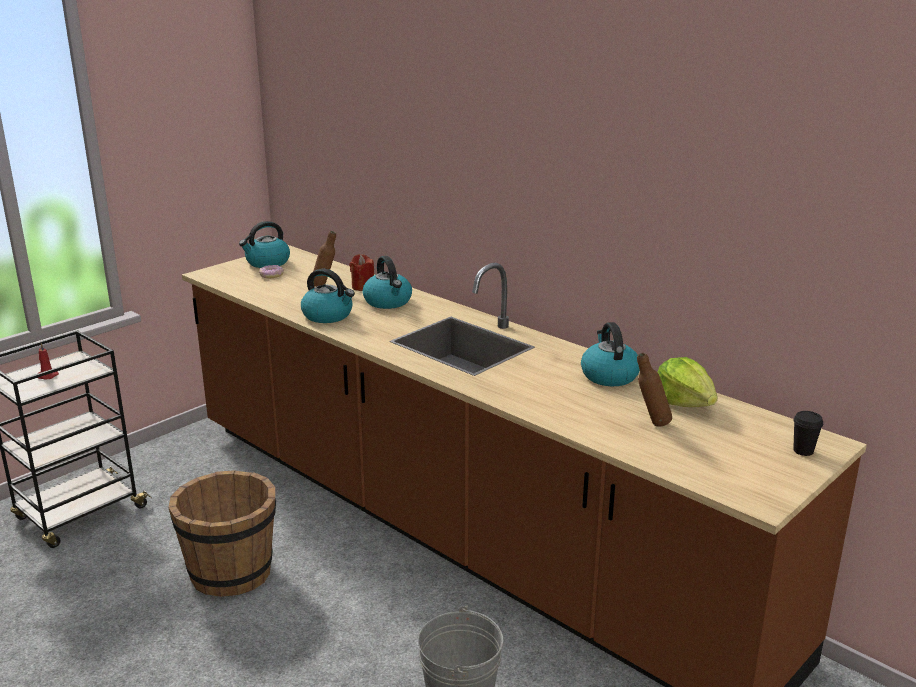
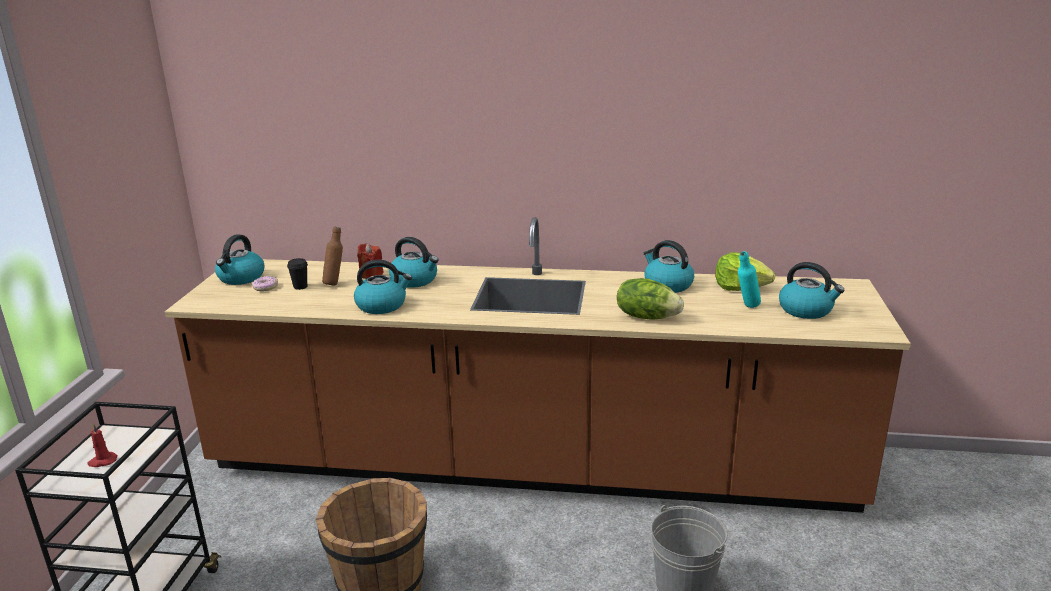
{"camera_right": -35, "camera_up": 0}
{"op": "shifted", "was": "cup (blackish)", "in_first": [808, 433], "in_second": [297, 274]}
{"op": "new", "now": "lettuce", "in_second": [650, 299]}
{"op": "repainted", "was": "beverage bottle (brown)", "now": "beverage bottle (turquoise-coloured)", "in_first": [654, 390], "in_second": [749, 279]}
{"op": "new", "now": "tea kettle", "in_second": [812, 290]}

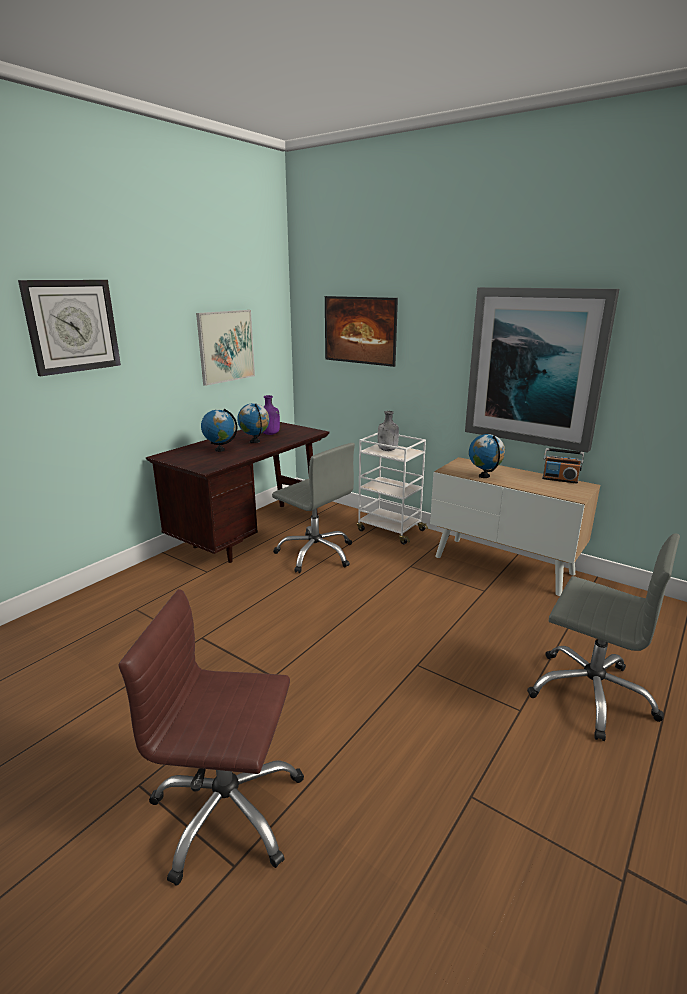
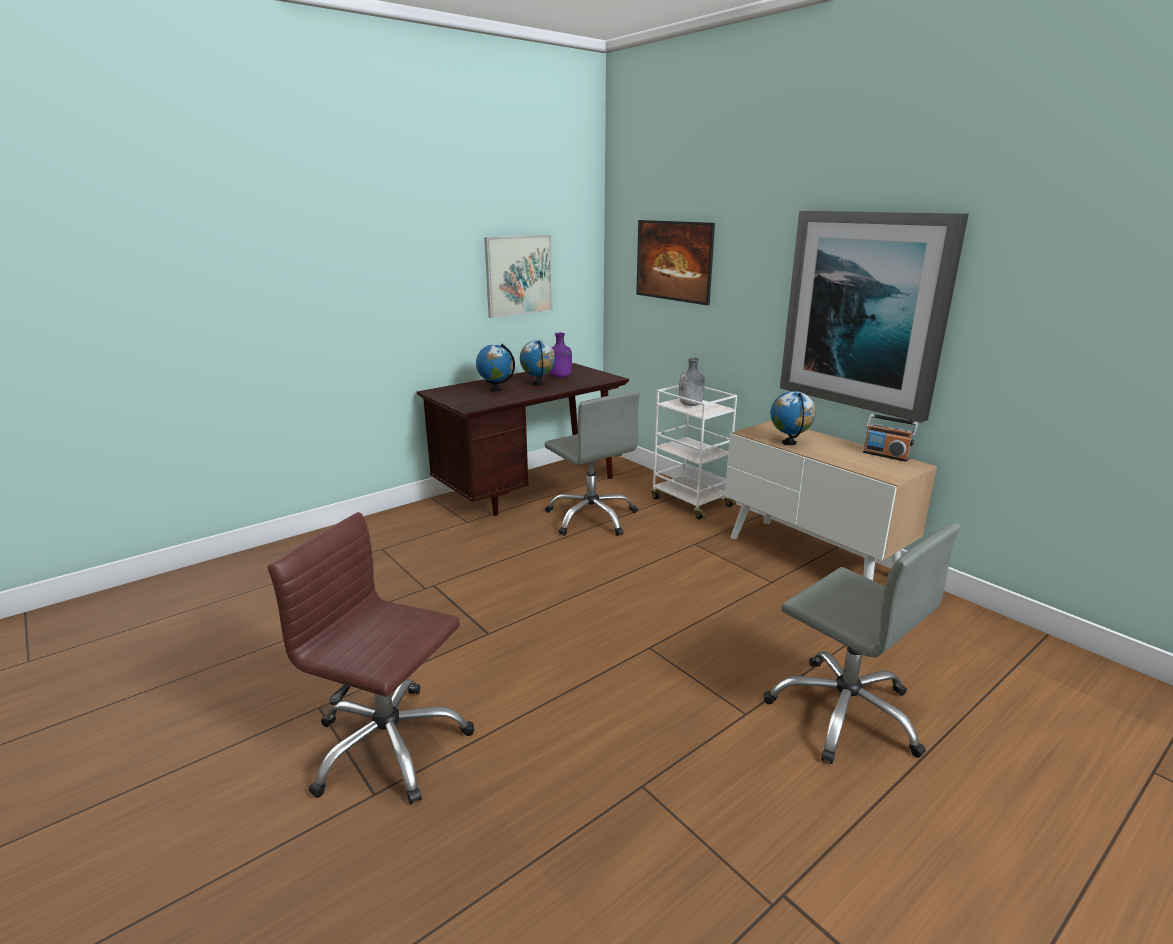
{"camera_right": 15, "camera_up": 0}
{"op": "gone", "was": "wall clock", "in_first": [69, 328]}

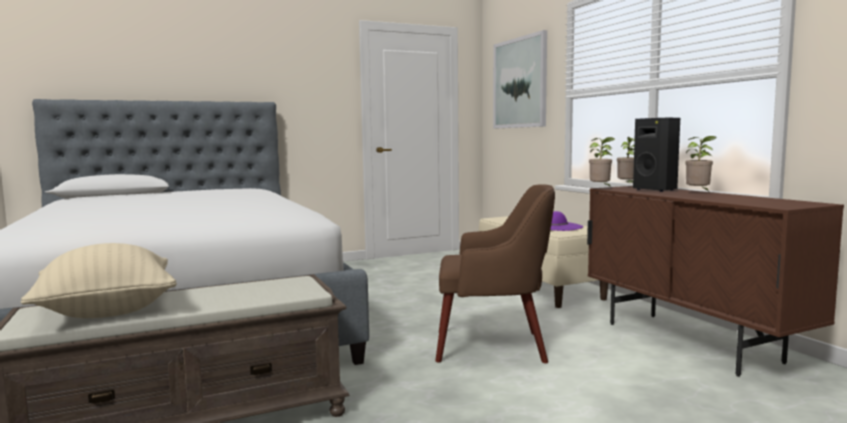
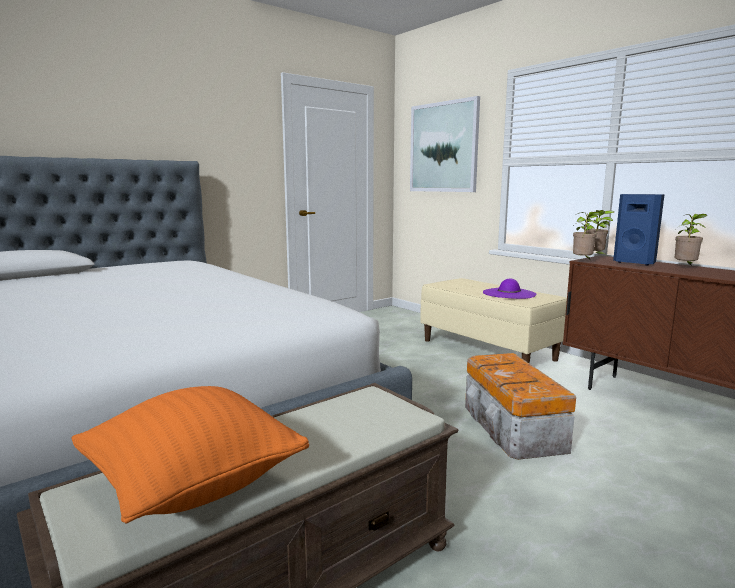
{"camera_right": -15, "camera_up": 5}
{"op": "repainted", "was": "throw pillow (beige)", "now": "throw pillow (orangey)", "in_first": [99, 280], "in_second": [190, 454]}
{"op": "swapped", "was": "easy chair (brown)", "now": "storage container", "in_first": [495, 273], "in_second": [520, 406]}
{"op": "repainted", "was": "audio speaker (blackish)", "now": "audio speaker (bluish)", "in_first": [656, 155], "in_second": [639, 230]}

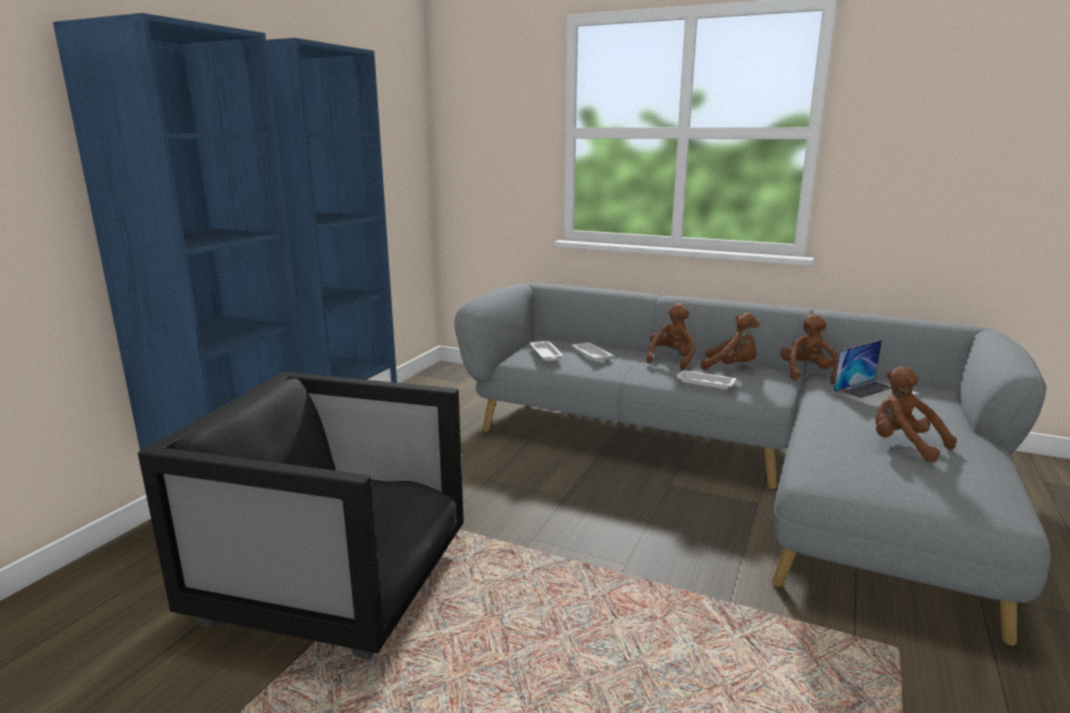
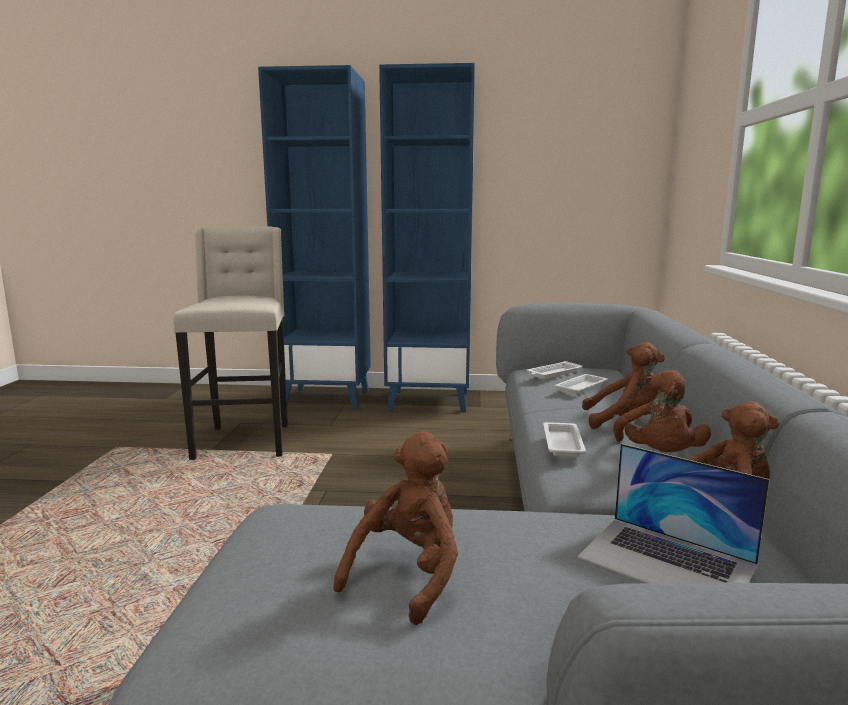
{"camera_right": 70, "camera_up": -5}
{"op": "swapped", "was": "easy chair (blackish)", "now": "sitting stool (beige)", "in_first": [301, 515], "in_second": [230, 343]}

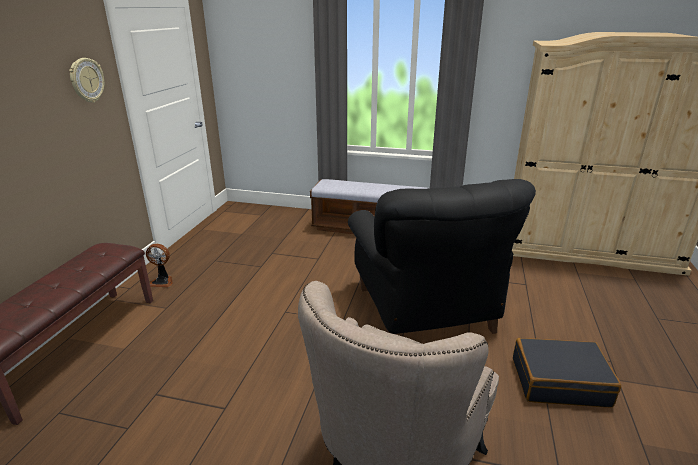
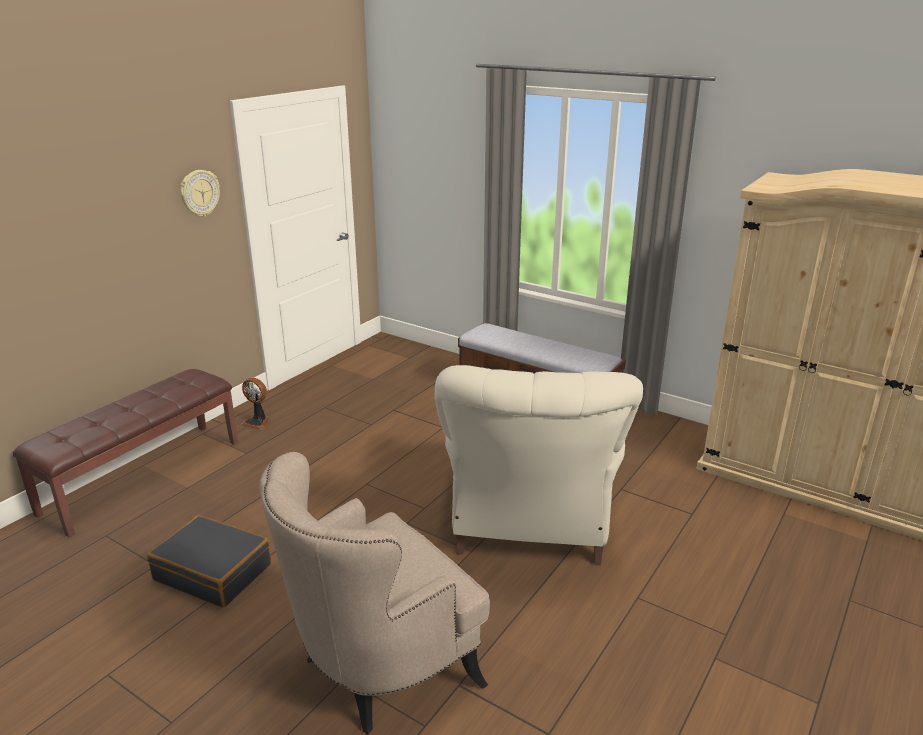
{"camera_right": 20, "camera_up": 0}
{"op": "shifted", "was": "suitcase (blackish)", "in_first": [567, 372], "in_second": [209, 561]}
{"op": "repainted", "was": "easy chair (blackish)", "now": "easy chair (beige)", "in_first": [442, 257], "in_second": [539, 465]}

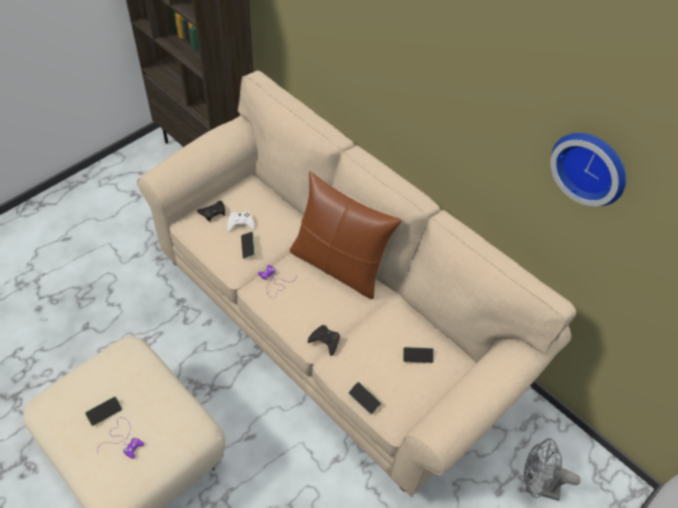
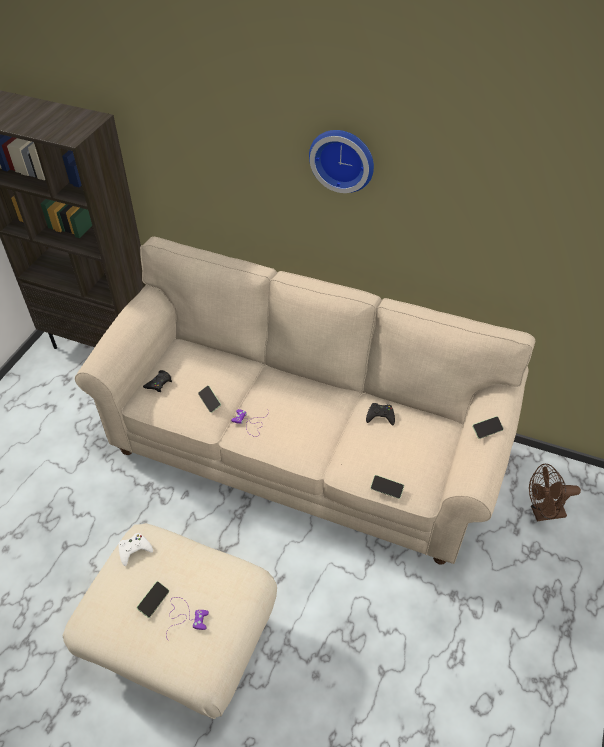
{"camera_right": -20, "camera_up": -5}
{"op": "shifted", "was": "joypad (whitish)", "in_first": [241, 221], "in_second": [136, 549]}
{"op": "shifted", "was": "wall clock", "in_first": [588, 169], "in_second": [341, 161]}
{"op": "shifted", "was": "joypad (blackish)", "in_first": [324, 340], "in_second": [380, 414]}
{"op": "shifted", "was": "handset", "in_first": [418, 355], "in_second": [488, 427]}
{"op": "repainted", "was": "cooling fan (gray)", "now": "cooling fan (brown)", "in_first": [552, 470], "in_second": [555, 492]}
{"op": "gone", "was": "throw pillow (brown)", "in_first": [346, 235]}

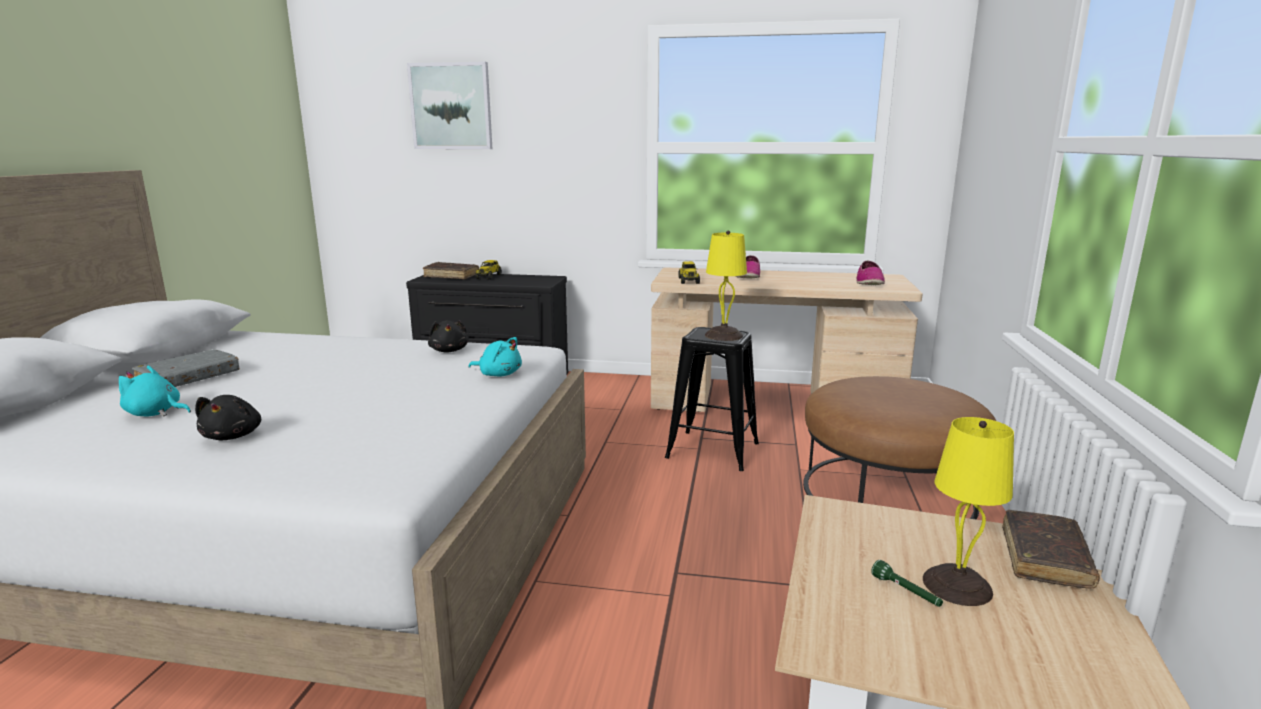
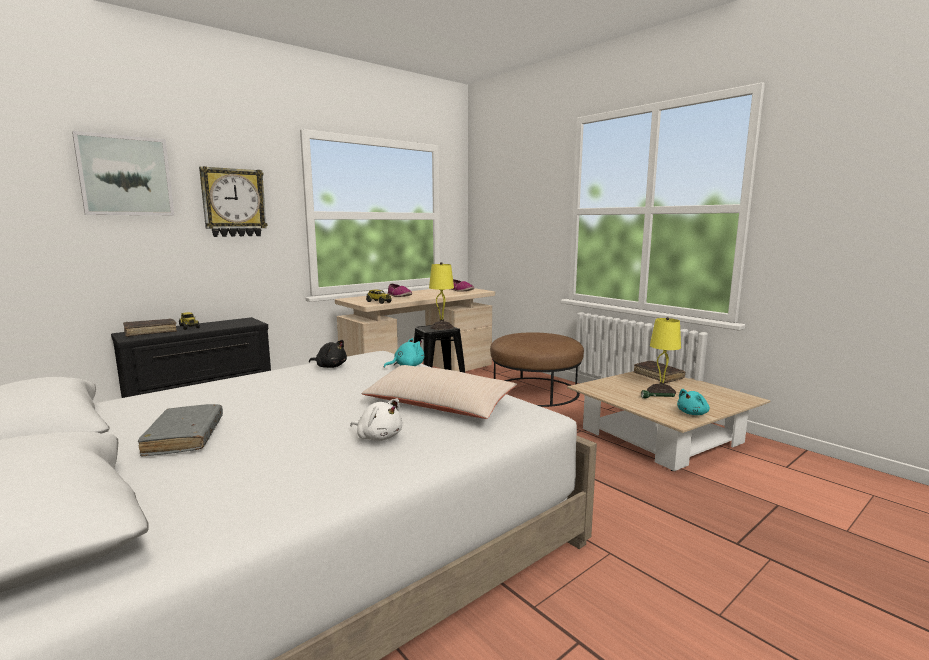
{"camera_right": -50, "camera_up": -5}
{"op": "new", "now": "wall clock", "in_second": [233, 201]}
{"op": "repainted", "was": "plush toy (blackish)", "now": "plush toy (whitish)", "in_first": [228, 417], "in_second": [376, 420]}
{"op": "new", "now": "throw pillow (beige)", "in_second": [439, 392]}
{"op": "shifted", "was": "plush toy (turquoise-coloured)", "in_first": [155, 391], "in_second": [693, 402]}

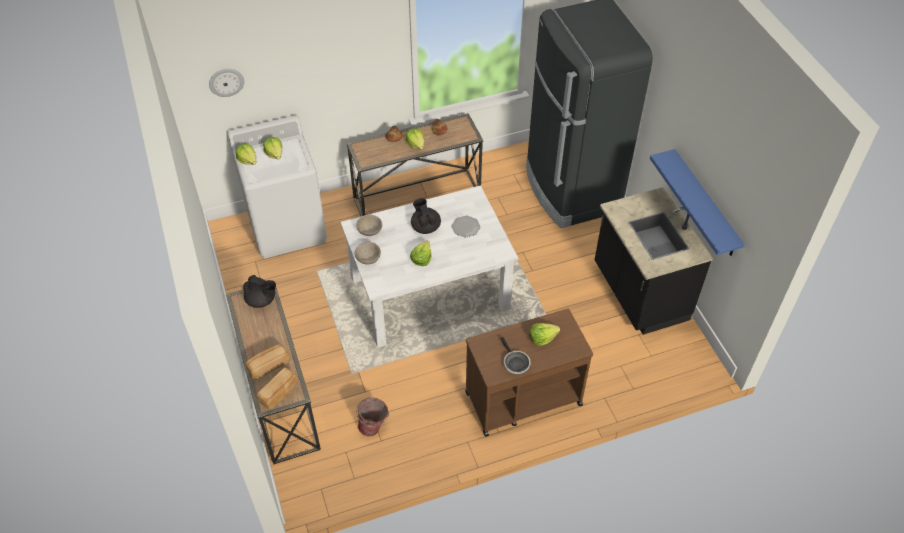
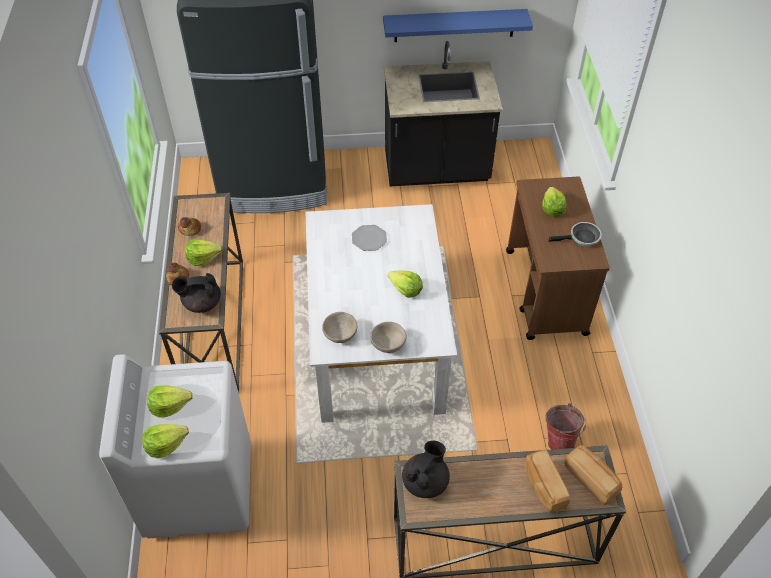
{"camera_right": -75, "camera_up": 0}
{"op": "shifted", "was": "pot for tea (blackish)", "in_first": [426, 216], "in_second": [196, 293]}
{"op": "gone", "was": "wall clock", "in_first": [226, 83]}

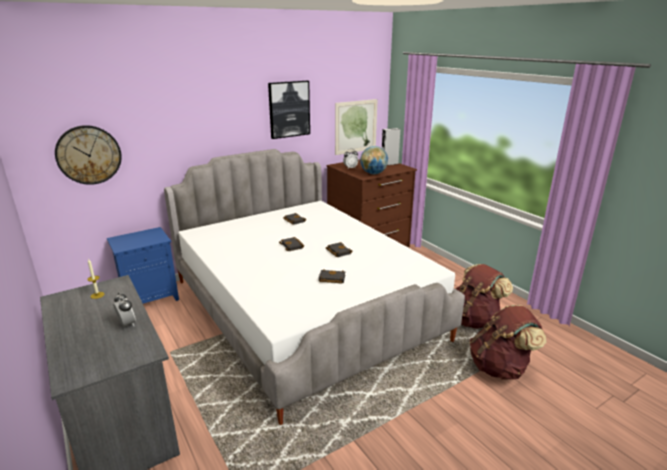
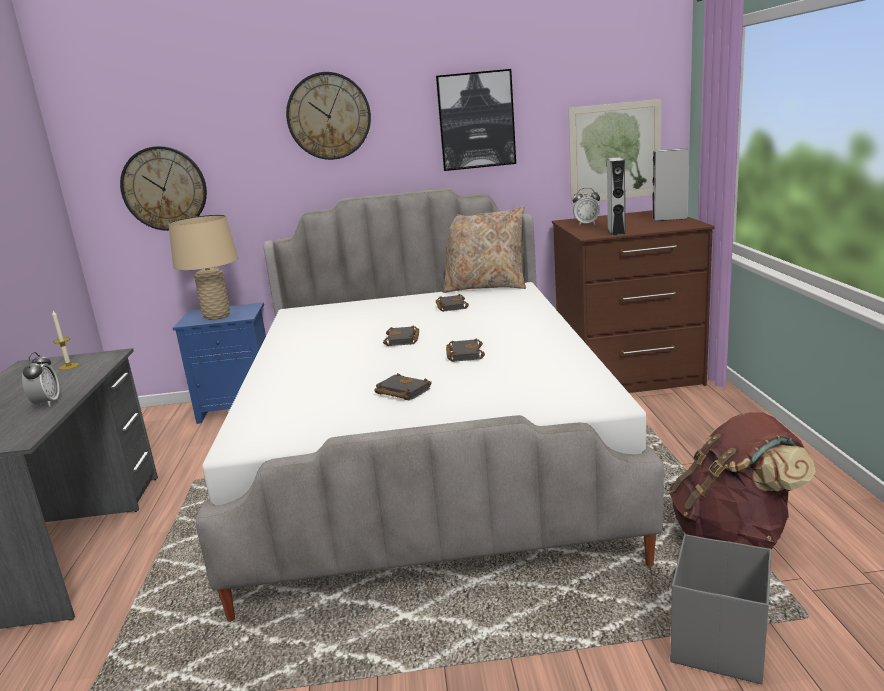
{"camera_right": 30, "camera_up": -5}
{"op": "new", "now": "table lamp (beige)", "in_second": [203, 267]}
{"op": "new", "now": "wall clock", "in_second": [328, 116]}
{"op": "new", "now": "throw pillow (beige)", "in_second": [484, 250]}
{"op": "swapped", "was": "globe", "now": "audio speaker (gray)", "in_first": [374, 160], "in_second": [616, 196]}
{"op": "swapped", "was": "backpack (brown)", "now": "storage container (gray)", "in_first": [508, 342], "in_second": [720, 609]}

